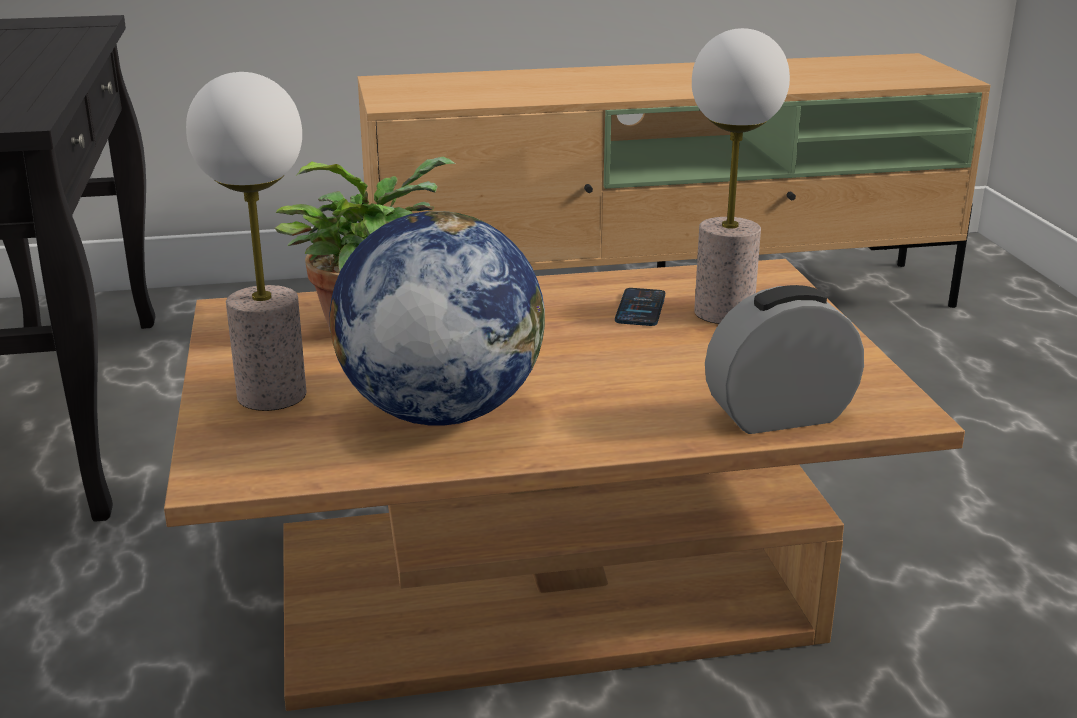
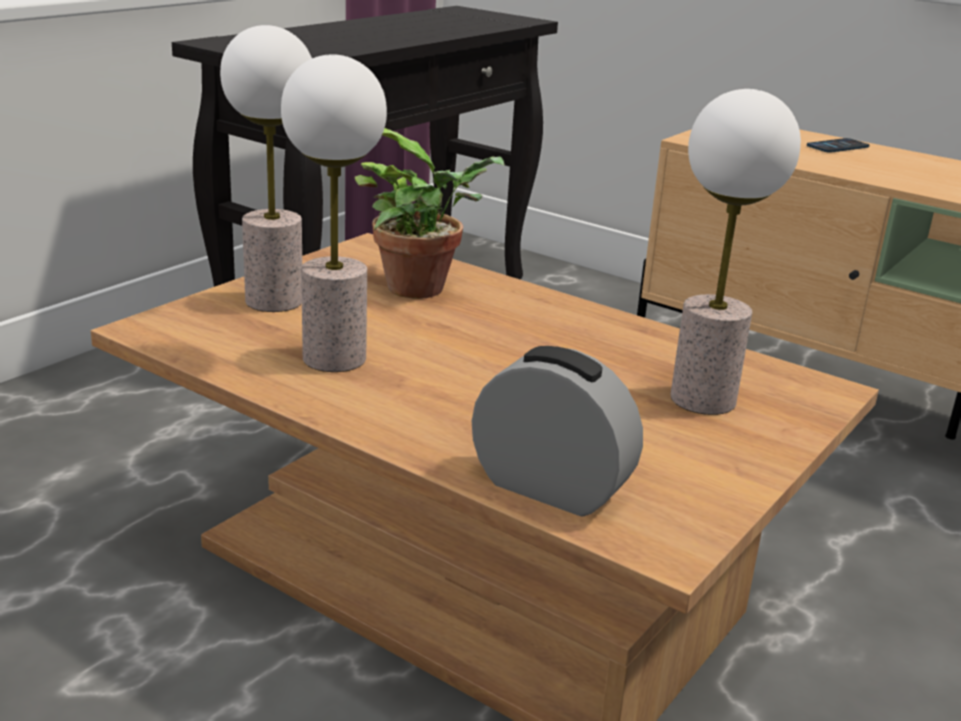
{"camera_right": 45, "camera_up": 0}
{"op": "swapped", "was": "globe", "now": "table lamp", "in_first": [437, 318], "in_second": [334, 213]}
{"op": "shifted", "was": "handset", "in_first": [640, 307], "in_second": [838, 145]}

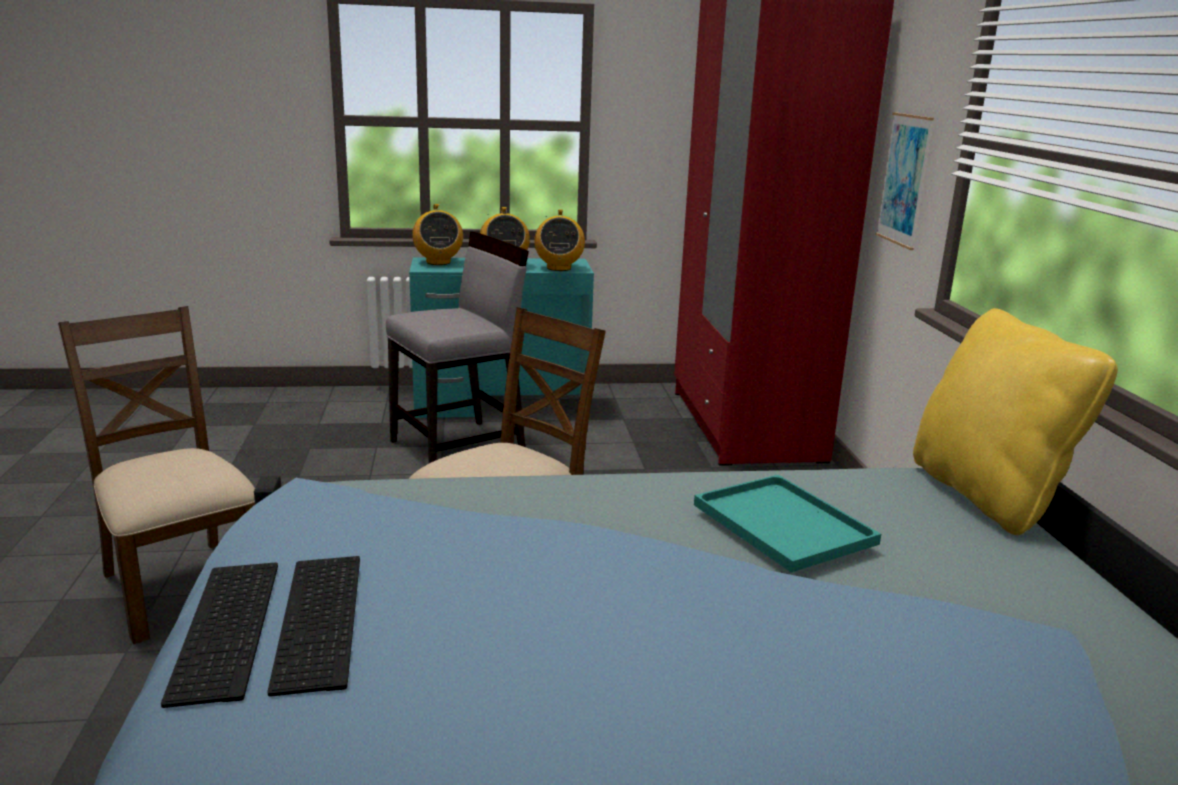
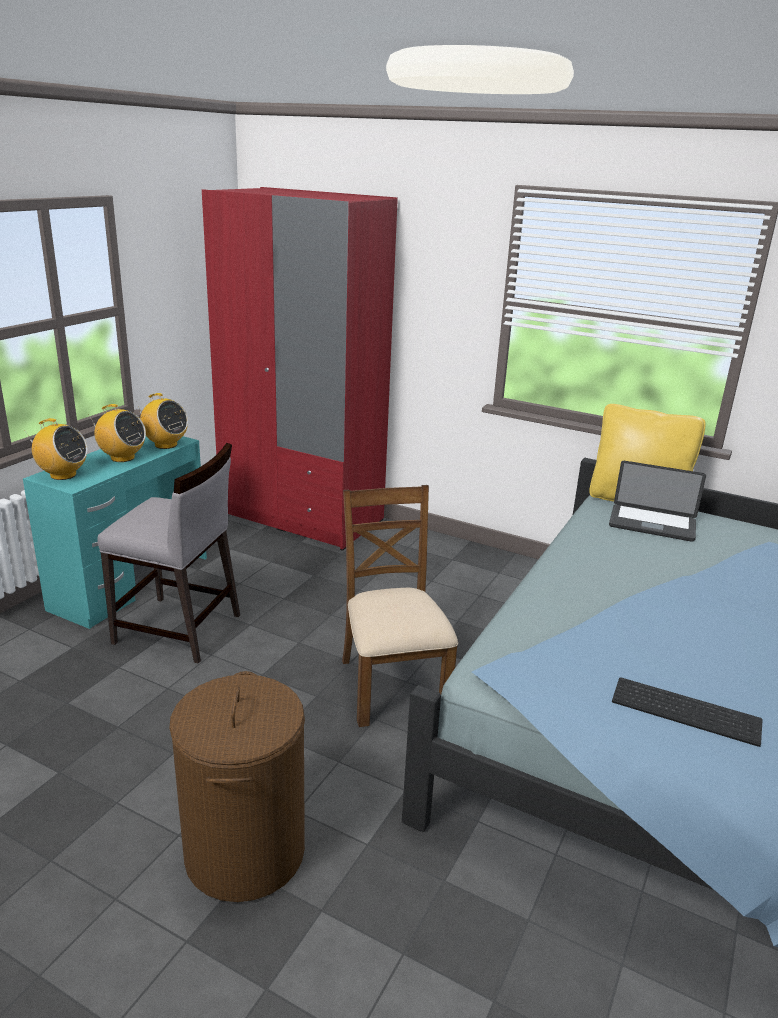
{"camera_right": -55, "camera_up": 5}
{"op": "rotated", "was": "plain chair (gray)", "in_first": [457, 347], "in_second": [169, 553], "clockwise": 105}
{"op": "swapped", "was": "plain chair (brown)", "now": "hamper (brown)", "in_first": [156, 475], "in_second": [237, 786]}
{"op": "new", "now": "notebook computer", "in_second": [657, 501]}
{"op": "gone", "was": "keyboard", "in_first": [219, 635]}
{"op": "gone", "was": "tray (turquoise-coloured)", "in_first": [787, 524]}
{"op": "gone", "was": "wall picture", "in_first": [904, 181]}

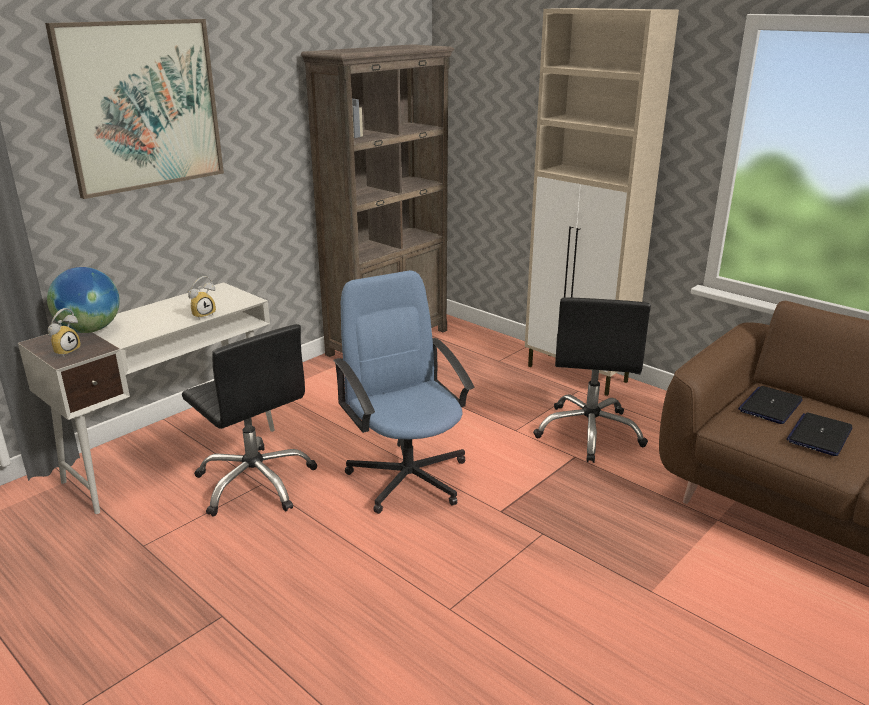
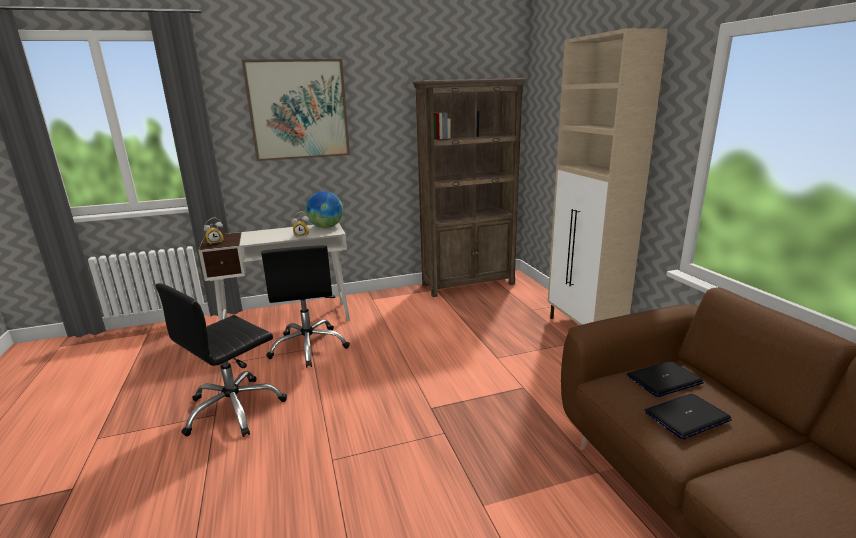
{"camera_right": 30, "camera_up": -5}
{"op": "shifted", "was": "computer chair (blackish)", "in_first": [592, 380], "in_second": [221, 360]}
{"op": "shifted", "was": "globe", "in_first": [83, 300], "in_second": [324, 209]}
{"op": "gone", "was": "computer chair (bluish)", "in_first": [403, 392]}

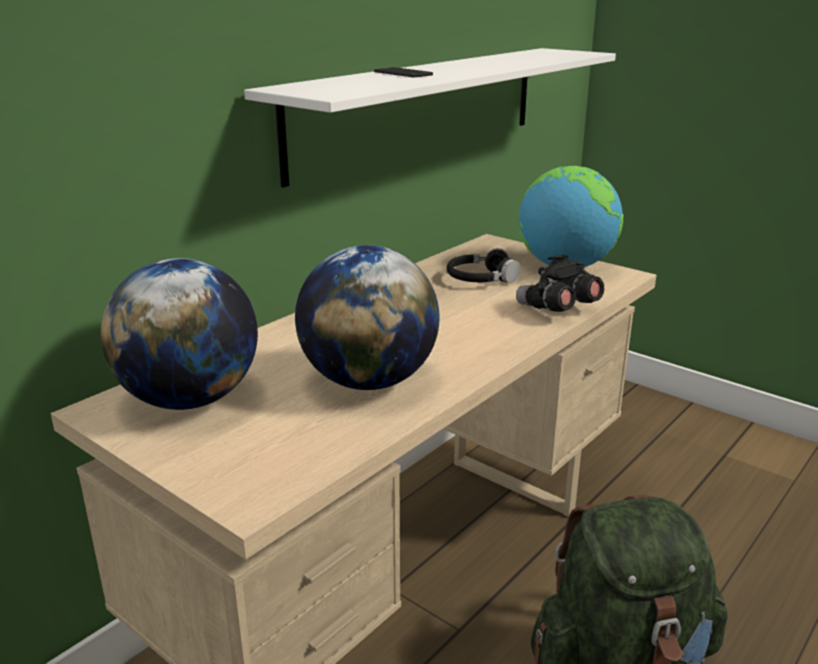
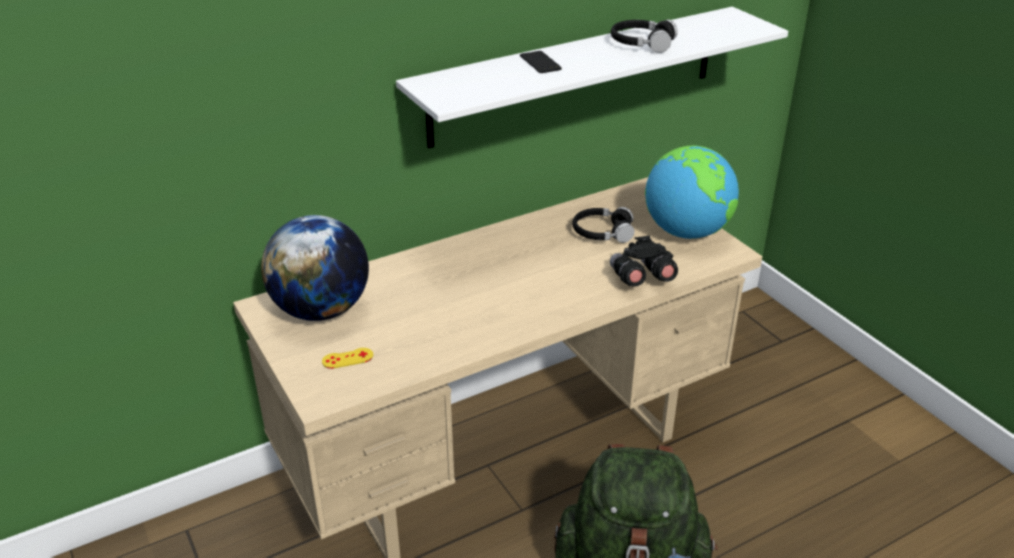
{"camera_right": 20, "camera_up": 10}
{"op": "new", "now": "joypad (yellow)", "in_second": [347, 358]}
{"op": "new", "now": "pair of headphones (blackish)", "in_second": [644, 36]}
{"op": "gone", "was": "globe", "in_first": [367, 317]}

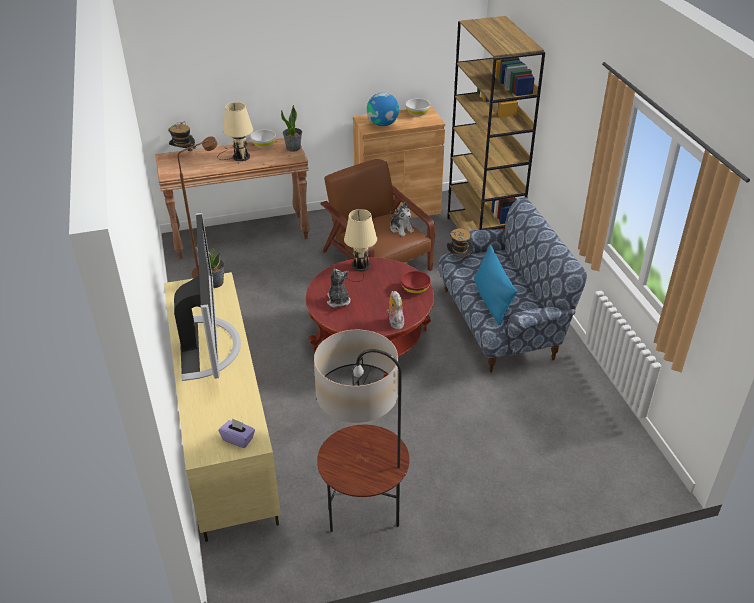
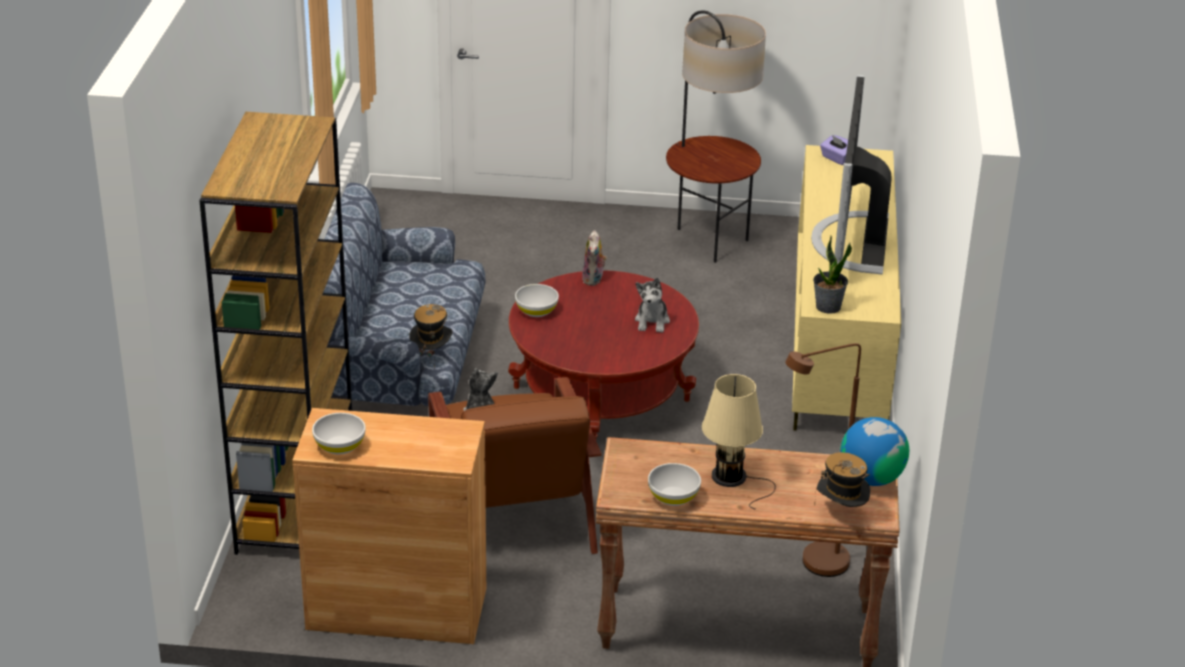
{"camera_right": -160, "camera_up": -5}
{"op": "repainted", "was": "deep dish (red-coloured)", "now": "deep dish (whitish)", "in_first": [416, 282], "in_second": [537, 300]}
{"op": "shifted", "was": "globe", "in_first": [383, 109], "in_second": [874, 451]}
{"op": "gone", "was": "potted plant", "in_first": [291, 128]}
{"op": "gone", "was": "table lamp (beige)", "in_first": [360, 245]}
{"op": "gone", "was": "throw pillow (bluish)", "in_first": [496, 285]}

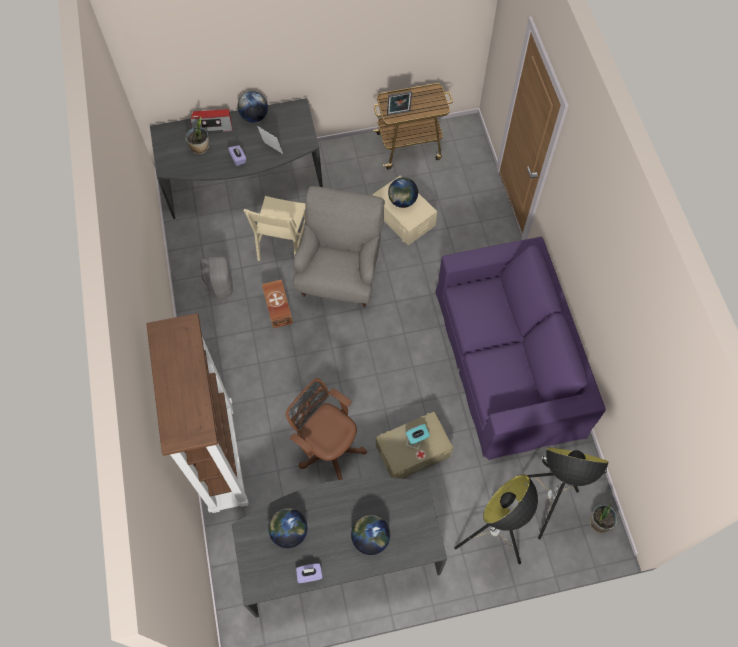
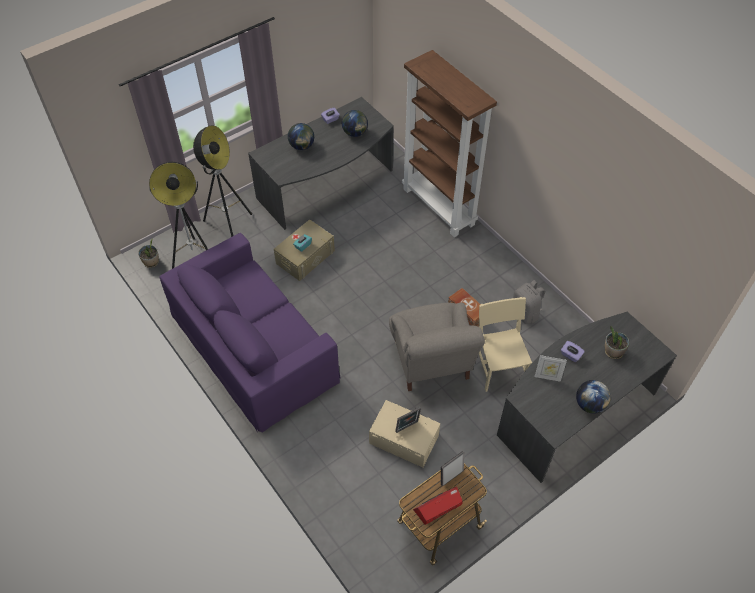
{"camera_right": 155, "camera_up": -10}
{"op": "swapped", "was": "globe", "now": "picture frame", "in_first": [403, 192], "in_second": [408, 420]}
{"op": "shifted", "was": "radio set", "in_first": [212, 121], "in_second": [438, 506]}
{"op": "gone", "was": "computer chair (brown)", "in_first": [326, 429]}

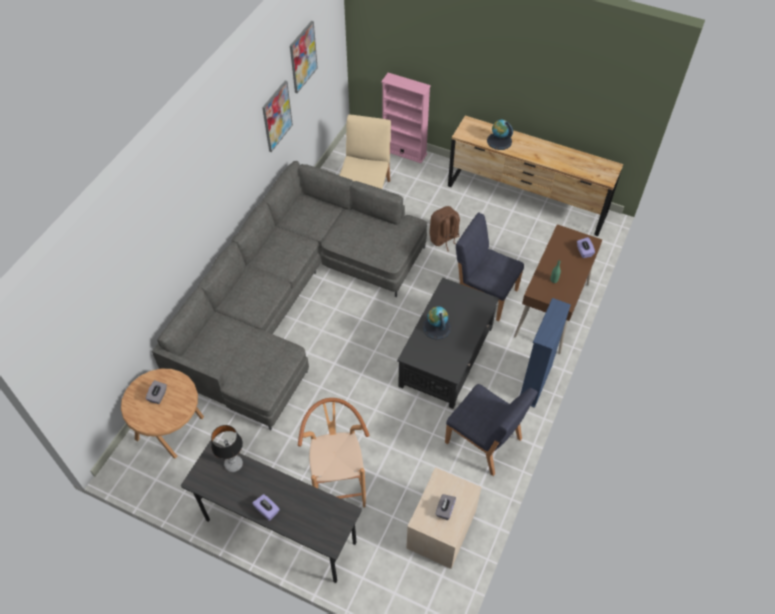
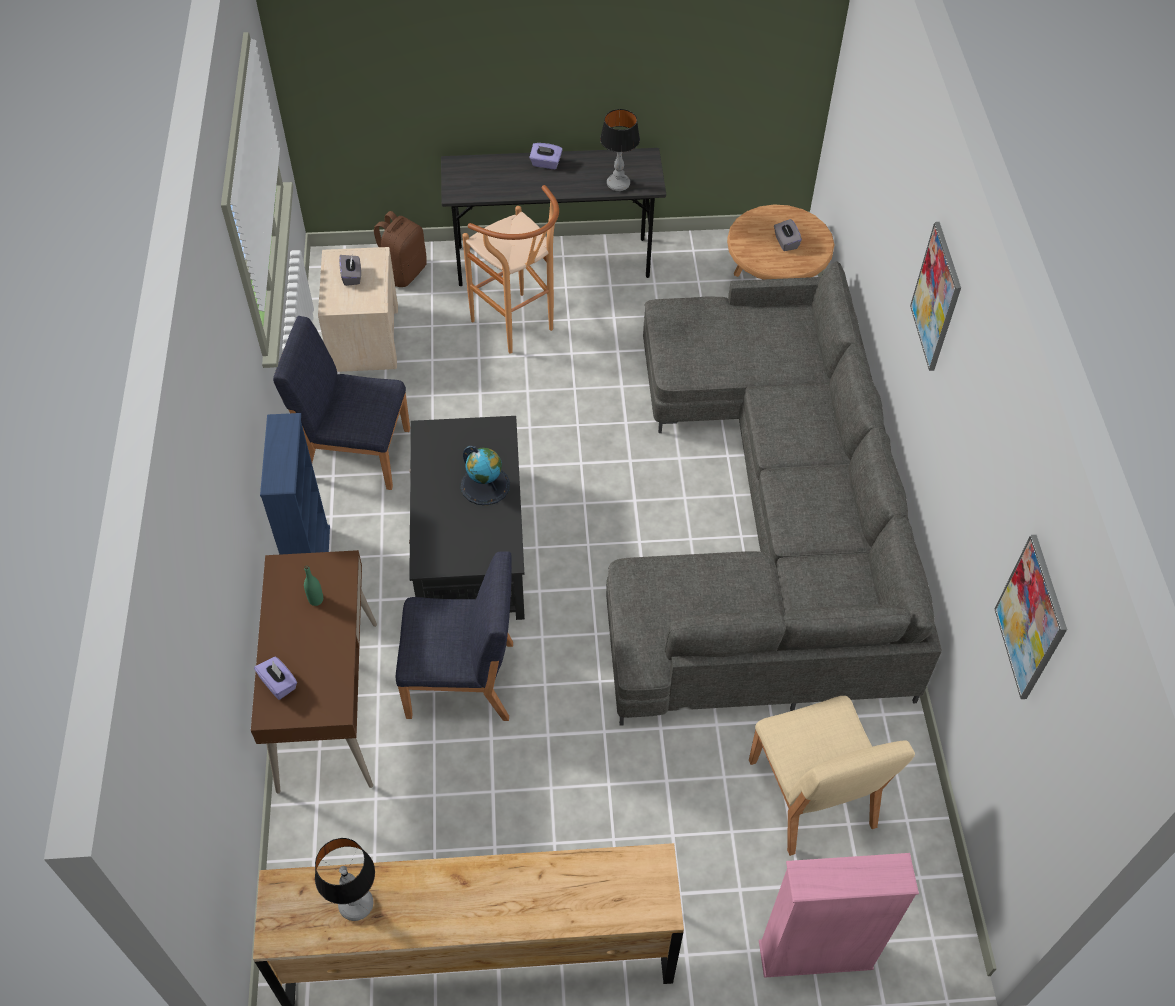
{"camera_right": 150, "camera_up": 0}
{"op": "new", "now": "table lamp", "in_second": [345, 879]}
{"op": "shifted", "was": "backpack (brown)", "in_first": [445, 229], "in_second": [400, 249]}
{"op": "shifted", "was": "wall picture", "in_first": [277, 116], "in_second": [935, 296]}
{"op": "gone", "was": "globe", "in_first": [500, 134]}

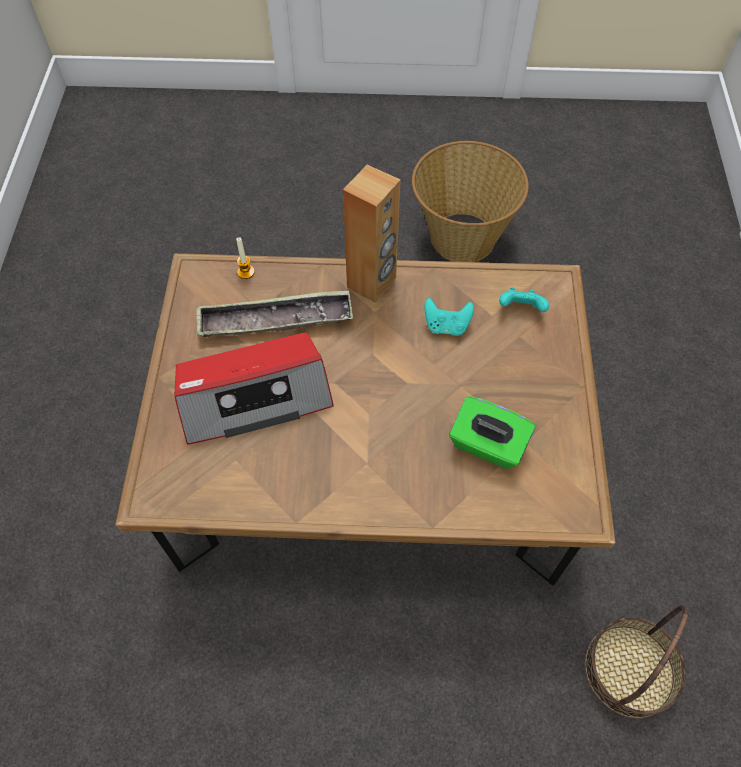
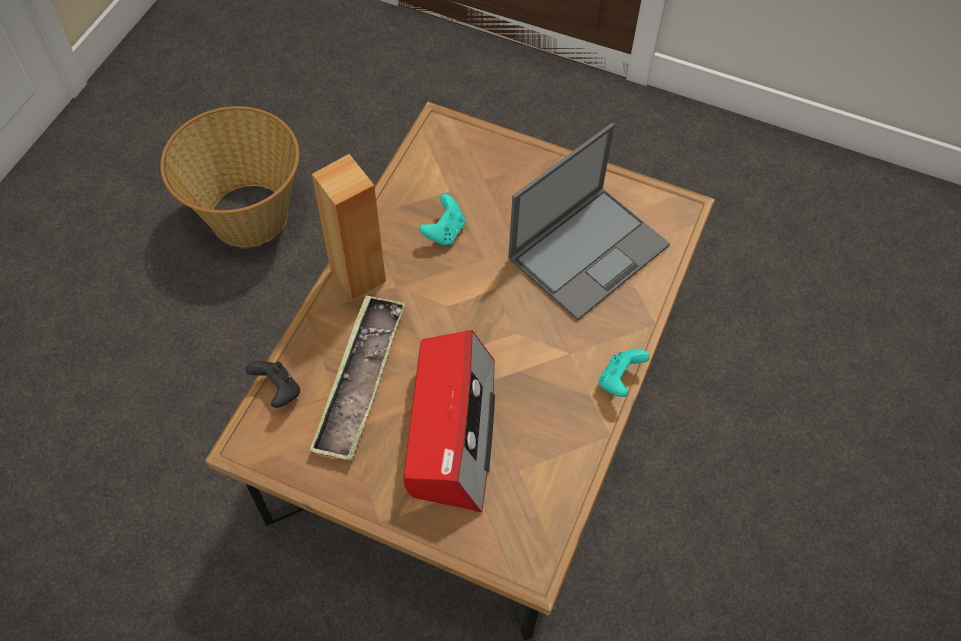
{"camera_right": -70, "camera_up": 0}
{"op": "swapped", "was": "candle", "now": "joypad (blackish)", "in_first": [245, 258], "in_second": [272, 384]}
{"op": "swapped", "was": "box of tissues (greenish)", "now": "notebook computer", "in_first": [492, 432], "in_second": [589, 222]}
{"op": "shifted", "was": "joypad (turquoise-coloured)", "in_first": [524, 300], "in_second": [624, 373]}
{"op": "gone", "was": "household basket", "in_first": [637, 661]}

